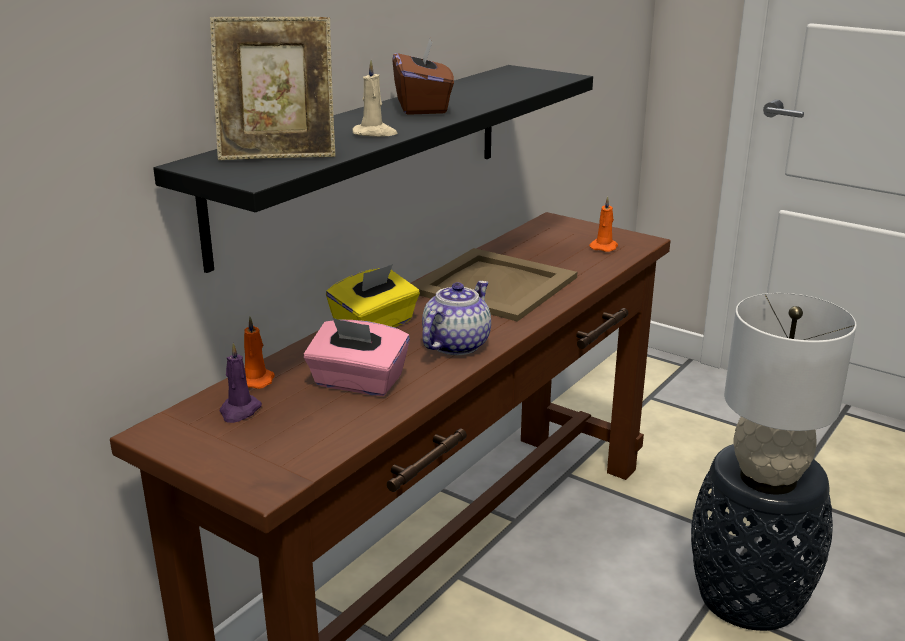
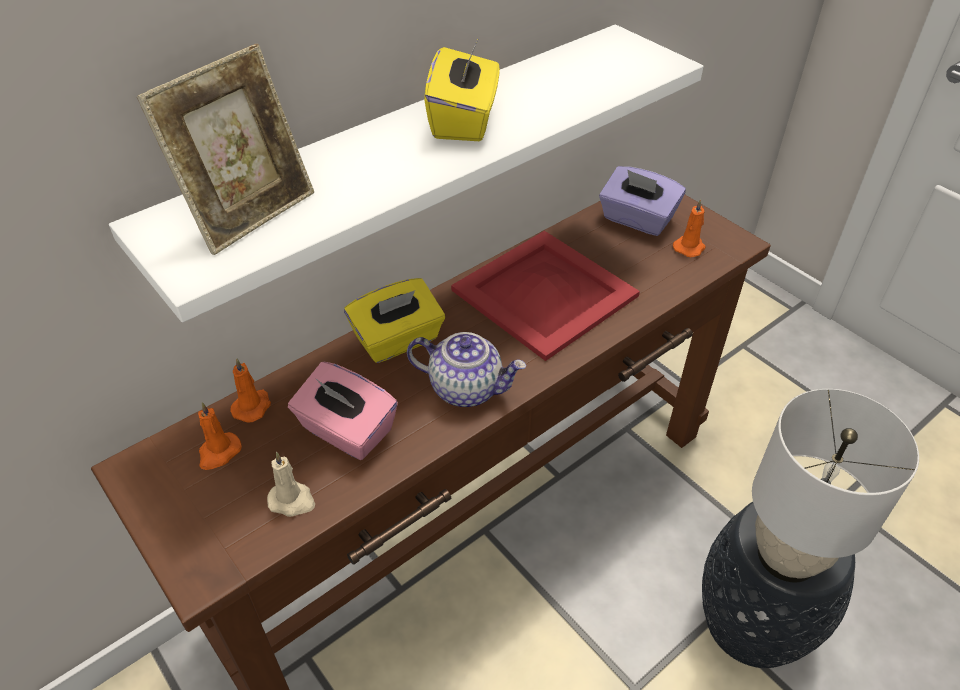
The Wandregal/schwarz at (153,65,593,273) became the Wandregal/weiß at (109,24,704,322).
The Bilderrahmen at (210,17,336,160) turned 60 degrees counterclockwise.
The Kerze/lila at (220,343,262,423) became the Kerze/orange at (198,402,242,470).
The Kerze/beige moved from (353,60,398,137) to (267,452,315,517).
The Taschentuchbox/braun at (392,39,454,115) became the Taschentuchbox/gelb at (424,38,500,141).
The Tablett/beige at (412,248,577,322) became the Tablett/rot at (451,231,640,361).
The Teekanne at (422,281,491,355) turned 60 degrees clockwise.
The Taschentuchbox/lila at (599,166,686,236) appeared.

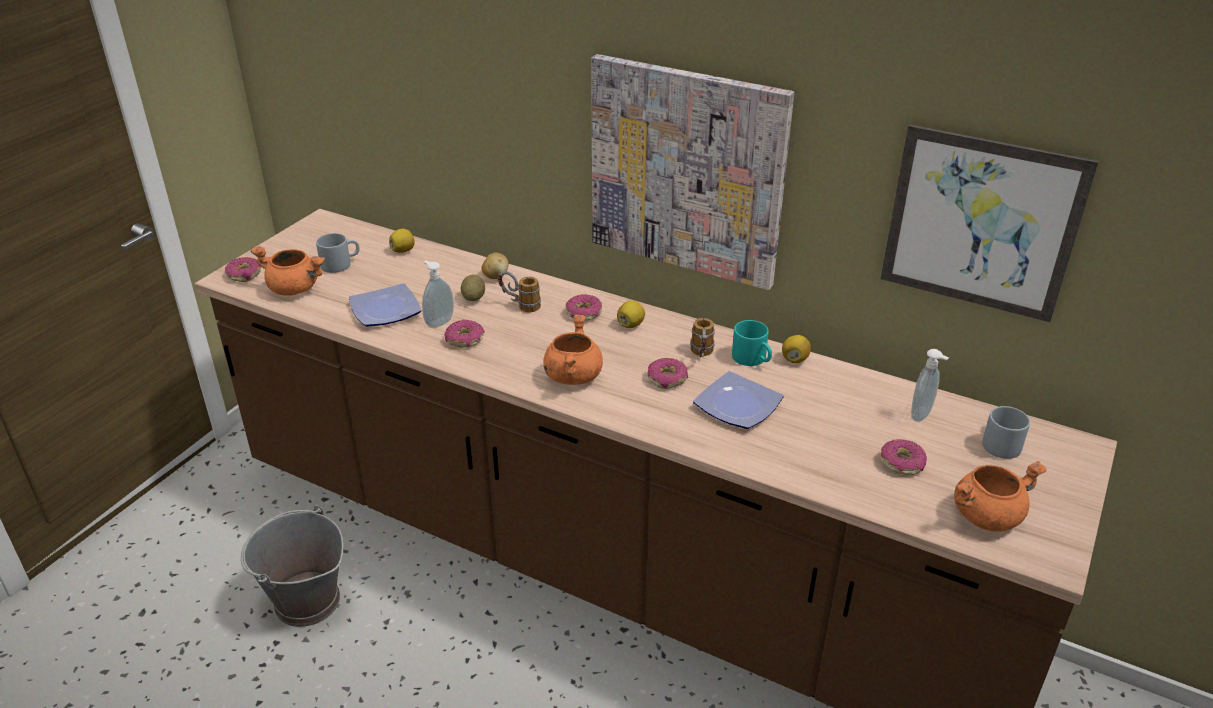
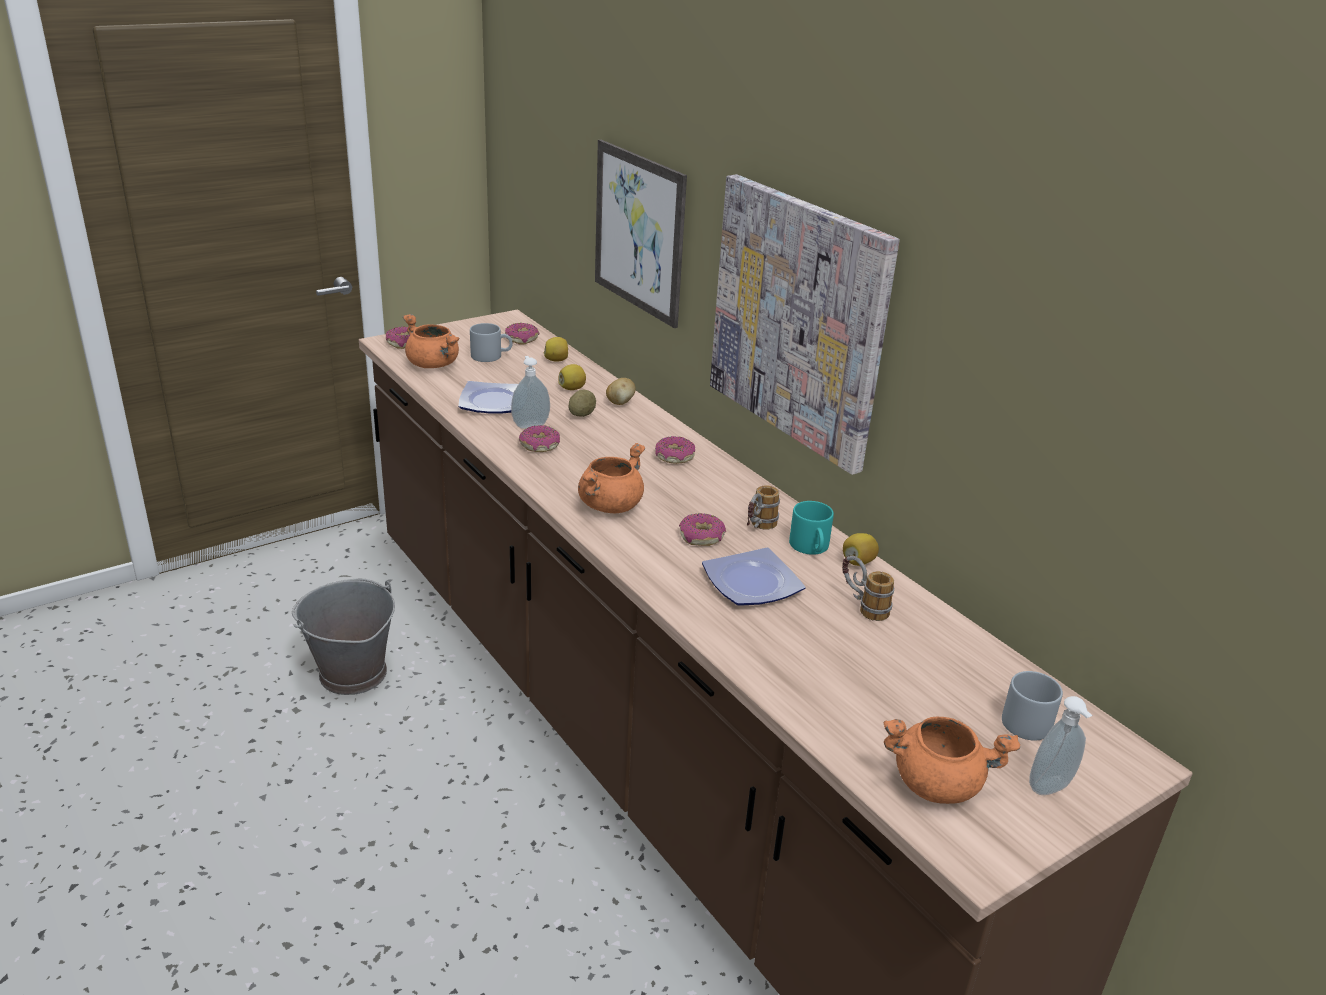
The Henkelbecher moved from (498,271,541,312) to (842,556,894,621).
The Zitrone moved from (617,301,645,328) to (558,364,586,390).
The Bild moved from (881,124,1099,322) to (595,140,687,328).
The Donut moved from (881,439,927,475) to (505,323,539,345).
The Seifenspender moved from (911,349,949,422) to (1029,696,1092,795).

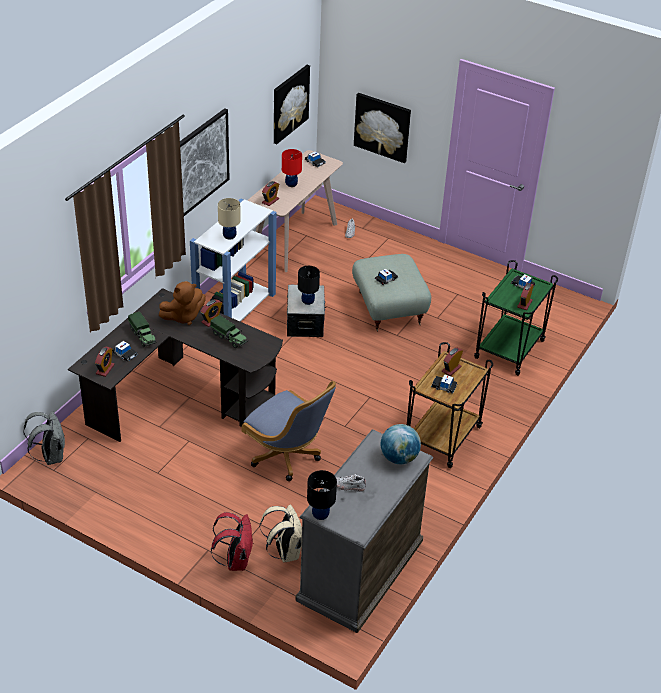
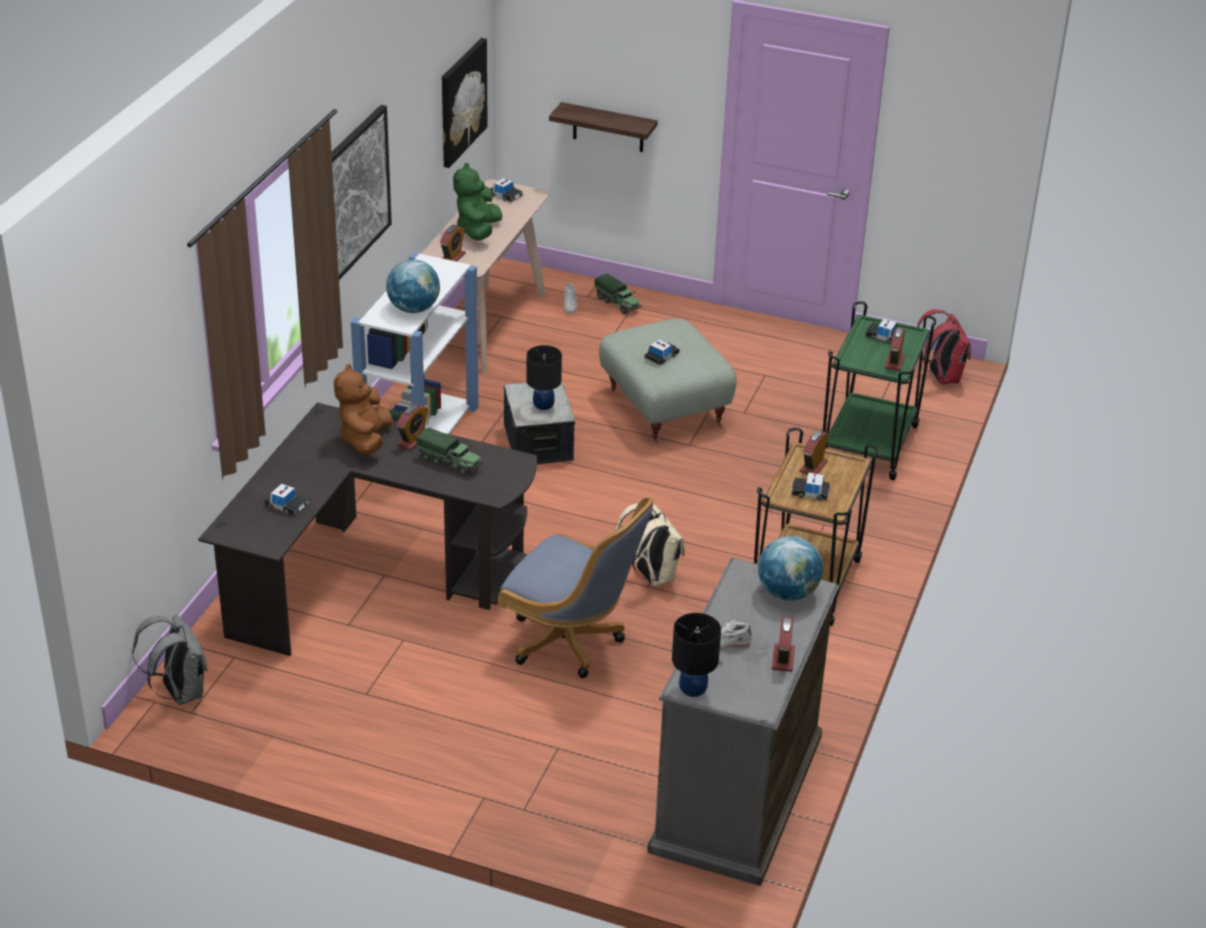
The Wecker moved from (95,347,115,377) to (772,616,795,672).
The Spielzeuglaster moved from (128,312,157,347) to (594,273,642,314).
The Plüschtier/braun at (159,281,206,325) turned 135 degrees clockwise.
The Rucksack/rot moved from (211,512,253,571) to (917,309,971,384).
The Tischlampe/beige at (218,198,241,240) was replaced by the Globus at (386,259,440,313).
The Rucksack/beige moved from (260,505,302,562) to (615,503,684,586).
The Tischlampe/rot at (282,149,302,187) was replaced by the Plüschtier/grün at (453,163,503,241).
The Bild at (354,93,411,163) was replaced by the Wandregal at (549,102,658,152).

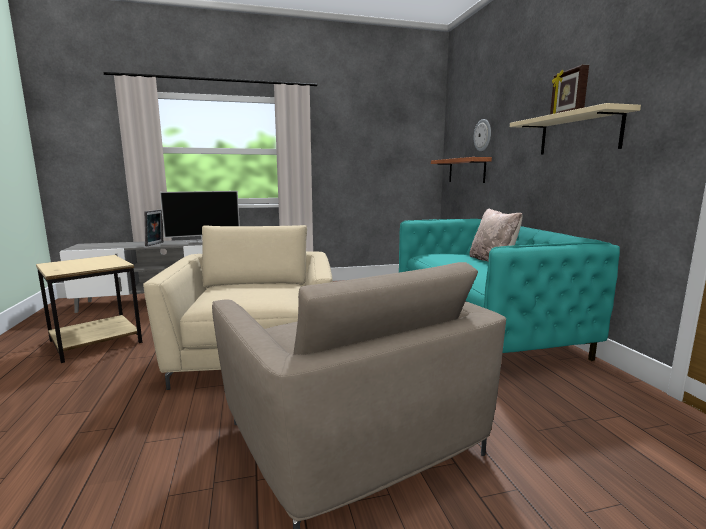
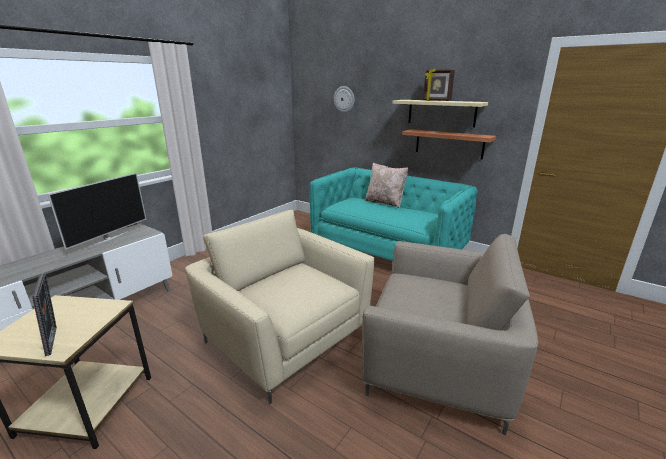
The Bilderrahmen moved from (144,209,163,246) to (32,273,57,356).
The Wandregal moved from (431,157,492,183) to (402,129,496,160).

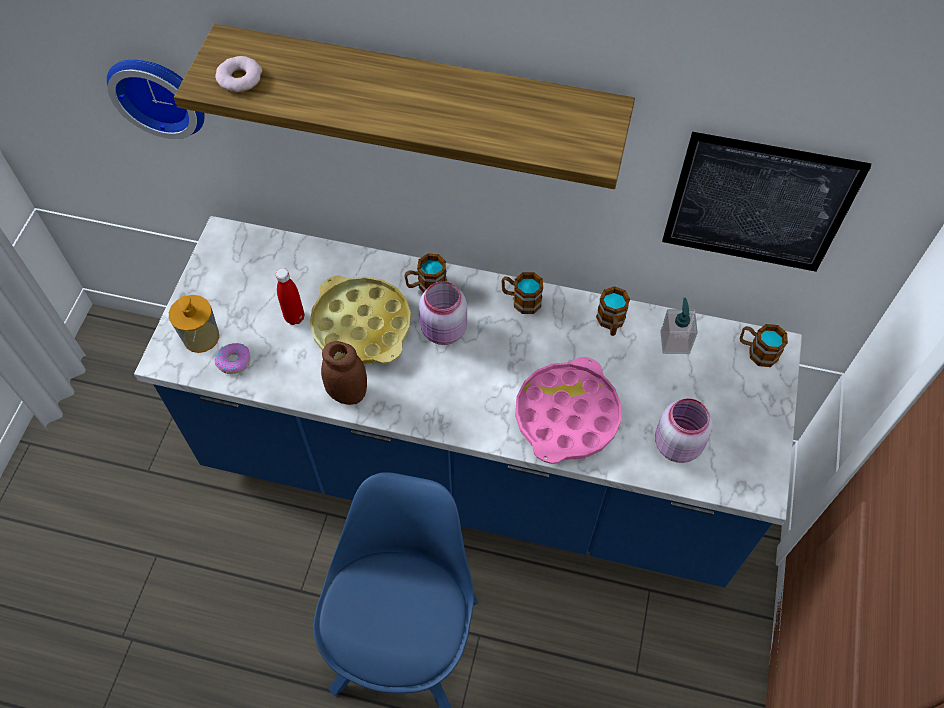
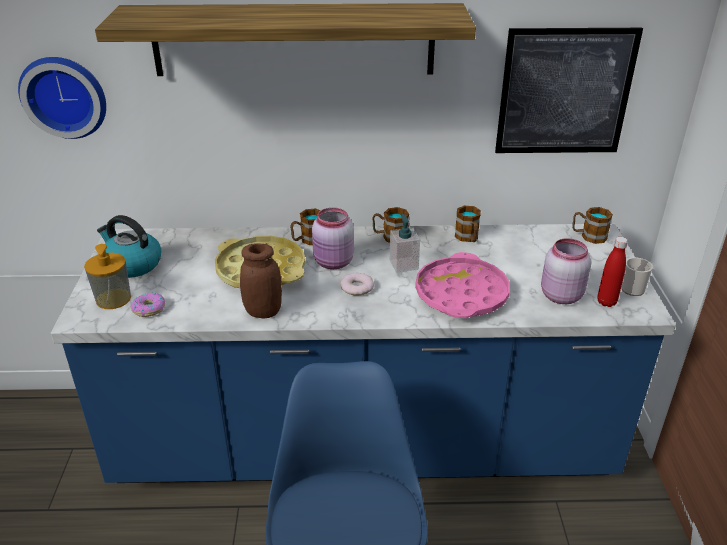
The Donut moved from (215,56,262,92) to (340,273,374,295).
The Flasche/rot moved from (276,268,304,325) to (597,237,628,307).
The Seifenspender moved from (660,298,698,354) to (390,214,420,273).
The Wasserkessel at (97,215,161,278) appeared.
The Henkelbecher at (621,257,653,296) appeared.

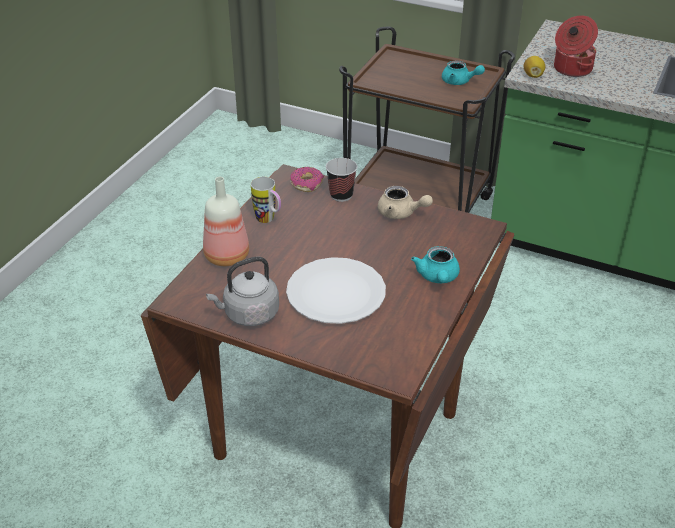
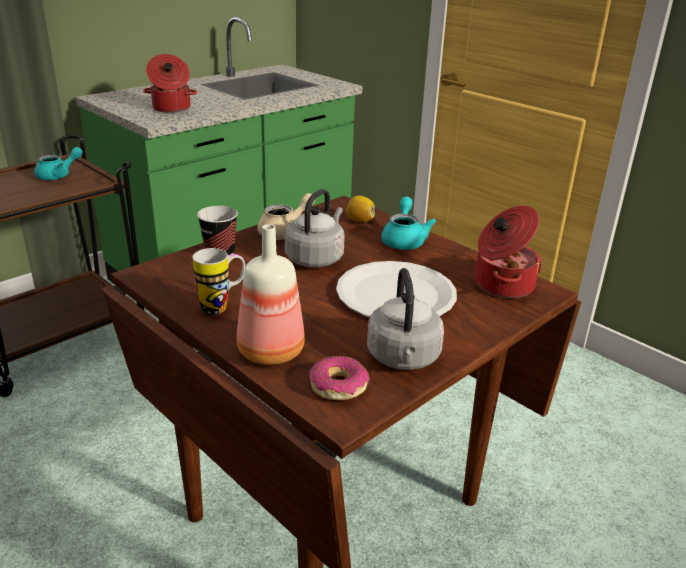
The Donut moved from (290,167,324,192) to (309,356,369,401).
The Teekanne/türkis at (411,246,460,283) turned 105 degrees counterclockwise.
The Zitrone moved from (524,56,545,78) to (346,196,375,222).
The Wasserkessel/grau at (285,189,344,268) appeared.
The Kochtopf at (475,206,543,298) appeared.

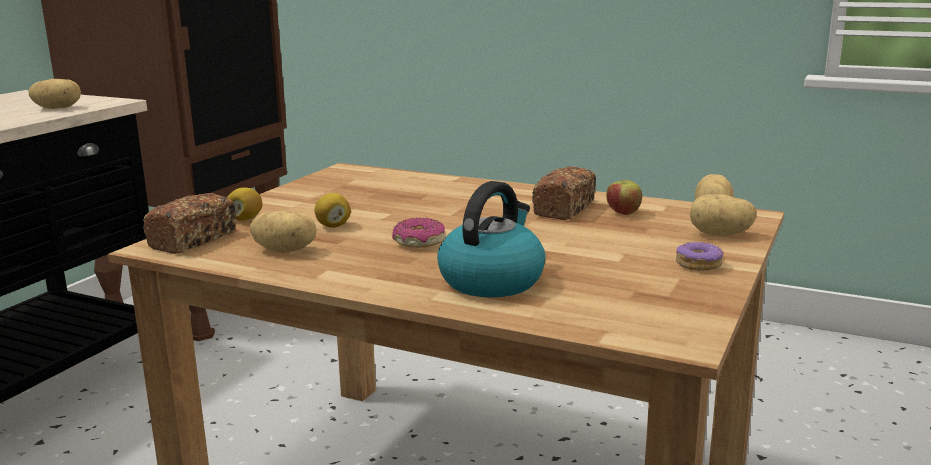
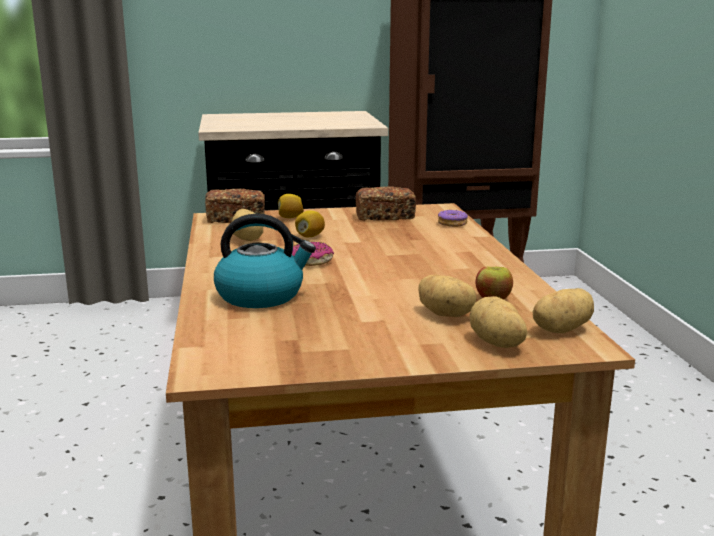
The Kartoffel moved from (28,79,81,109) to (418,275,476,317).
The Brot moved from (532,167,596,220) to (356,186,416,221).
The Donut moved from (676,242,724,271) to (438,210,468,227).

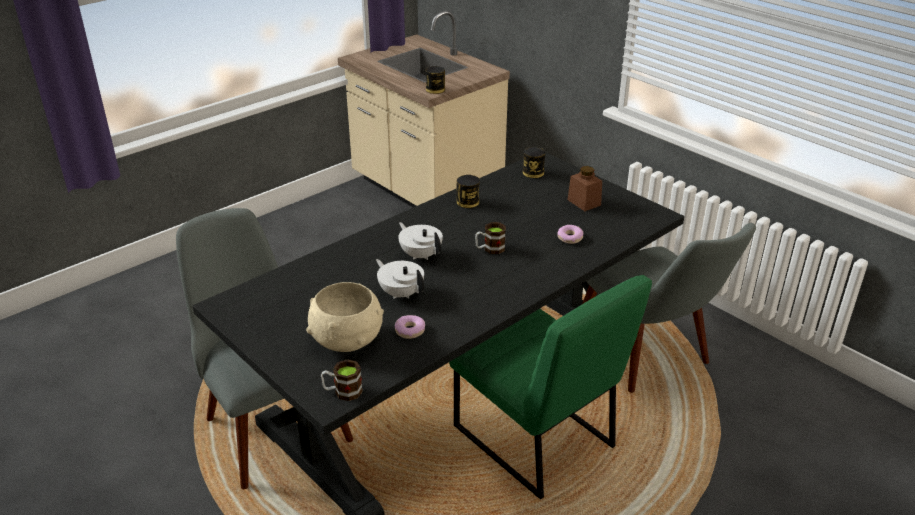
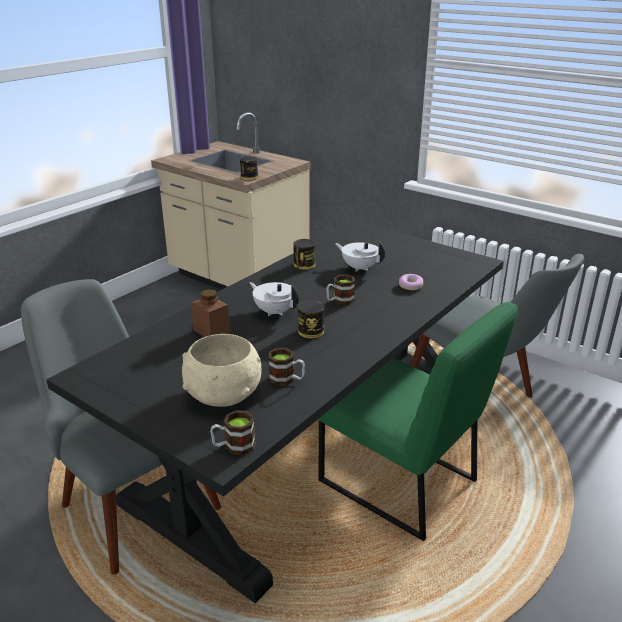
The Teekanne/weiß moved from (376,259,424,299) to (335,242,385,272).
The Donut at (395,315,425,339) was replaced by the Henkelbecher at (269,348,305,386).
The Dose moved from (523,147,546,178) to (298,300,325,339).
The Vorratsglas/braun moved from (567,166,602,211) to (192,289,231,337).

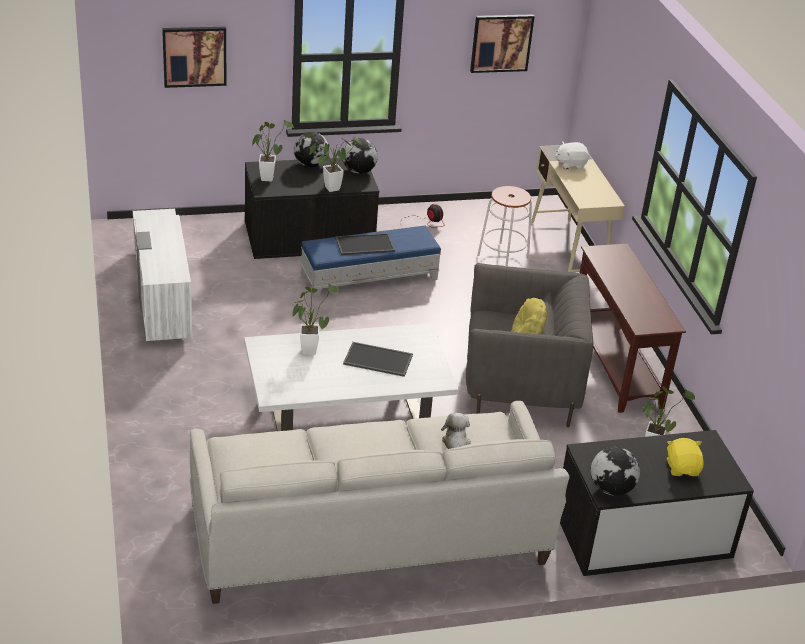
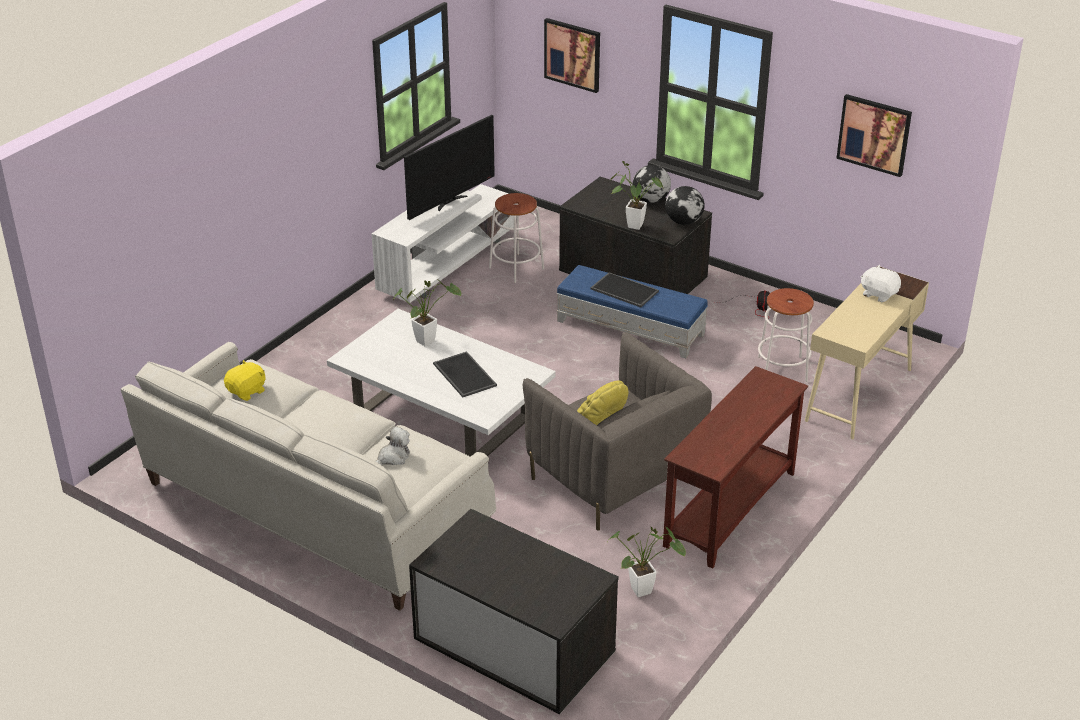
The Topfpflanze at (252,120,294,182) disappeared.
The Globus at (590,447,640,496) disappeared.
The Plüschtier/gelb moved from (667,438,704,476) to (224,360,266,401).
The Fernseher at (404,115,495,220) appeared.
The Hocker/weiß at (489,193,544,283) appeared.

